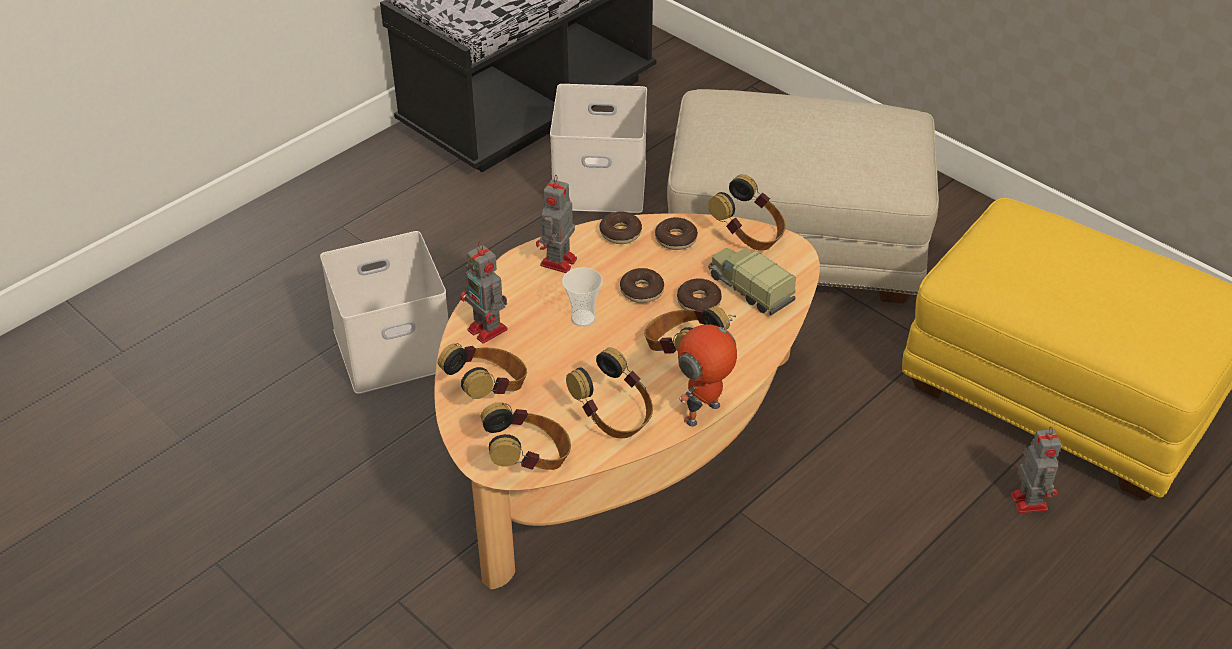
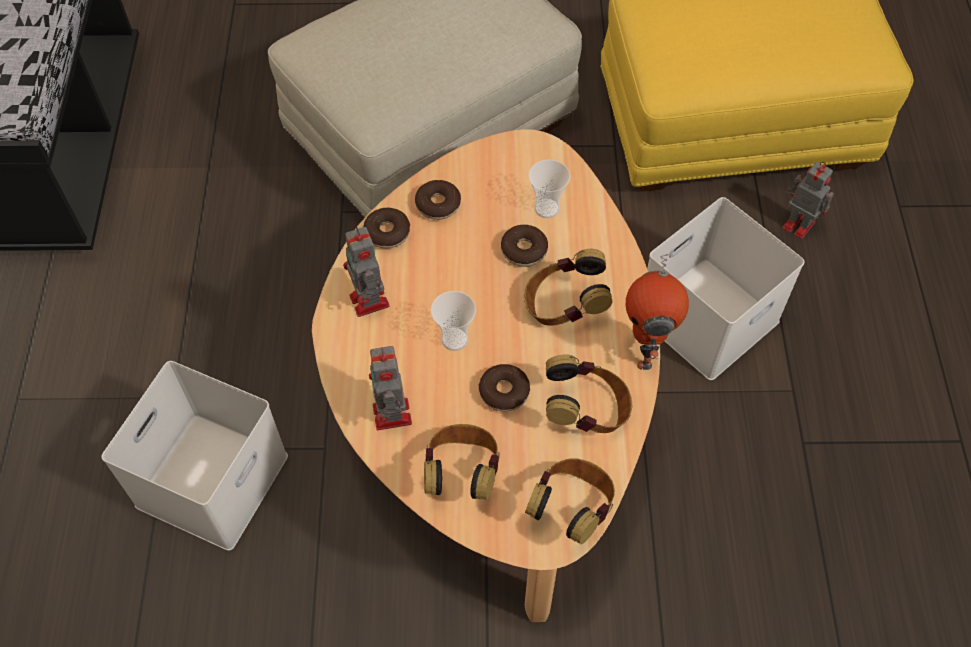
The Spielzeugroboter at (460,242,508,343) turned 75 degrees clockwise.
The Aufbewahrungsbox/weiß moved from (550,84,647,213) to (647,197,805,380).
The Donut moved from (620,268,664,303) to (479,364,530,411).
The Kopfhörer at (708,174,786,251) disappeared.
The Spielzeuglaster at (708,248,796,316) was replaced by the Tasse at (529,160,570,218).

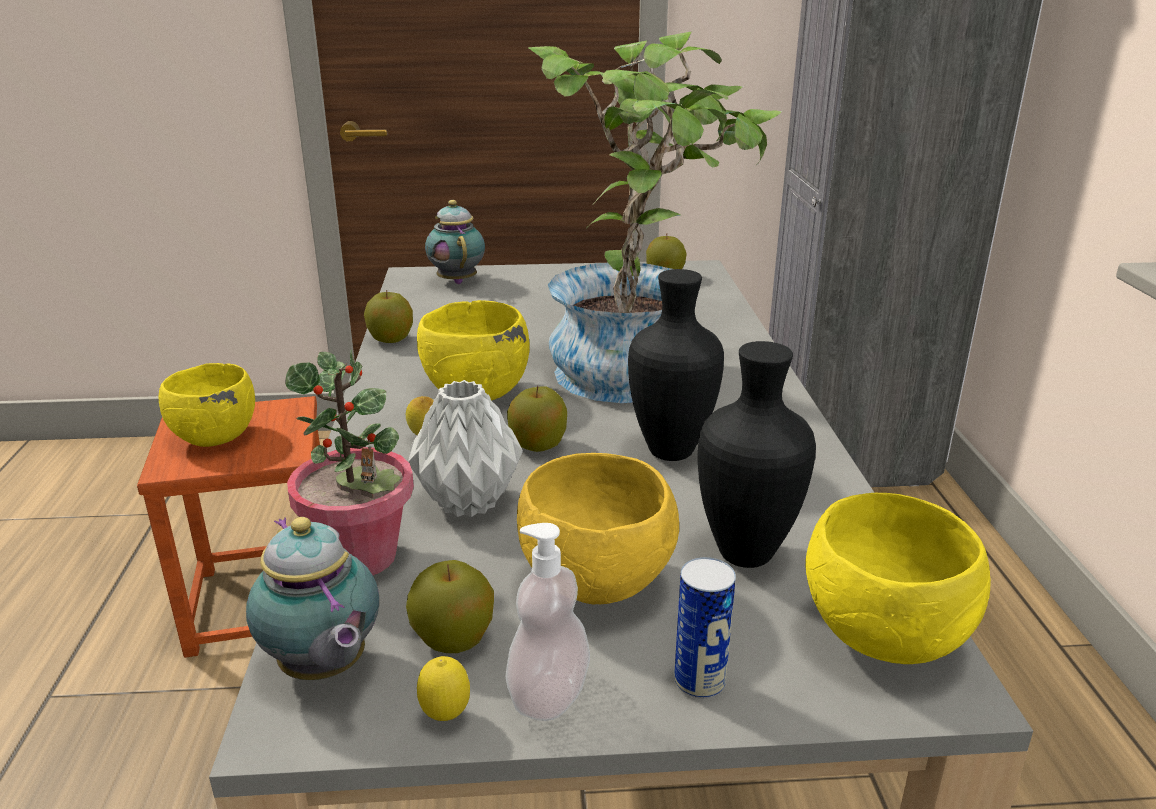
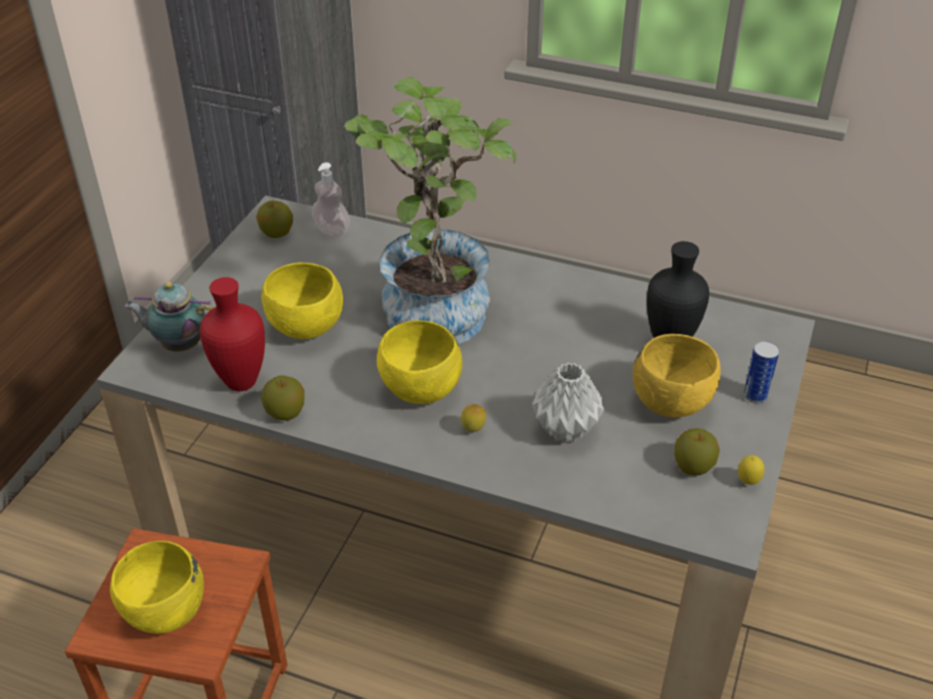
The Teekanne at (246,517,379,680) disappeared.
The Topfpflanze at (285,350,414,575) disappeared.
The Seifenspender moved from (505,523,590,721) to (312,162,350,238).
The Apfel at (507,386,567,452) disappeared.
The Vase/schwarz at (628,269,724,461) disappeared.
The Schüssel/gelb moved from (805,493,991,664) to (261,263,343,339).
The Vase/rot at (200,277,265,391) appeared.

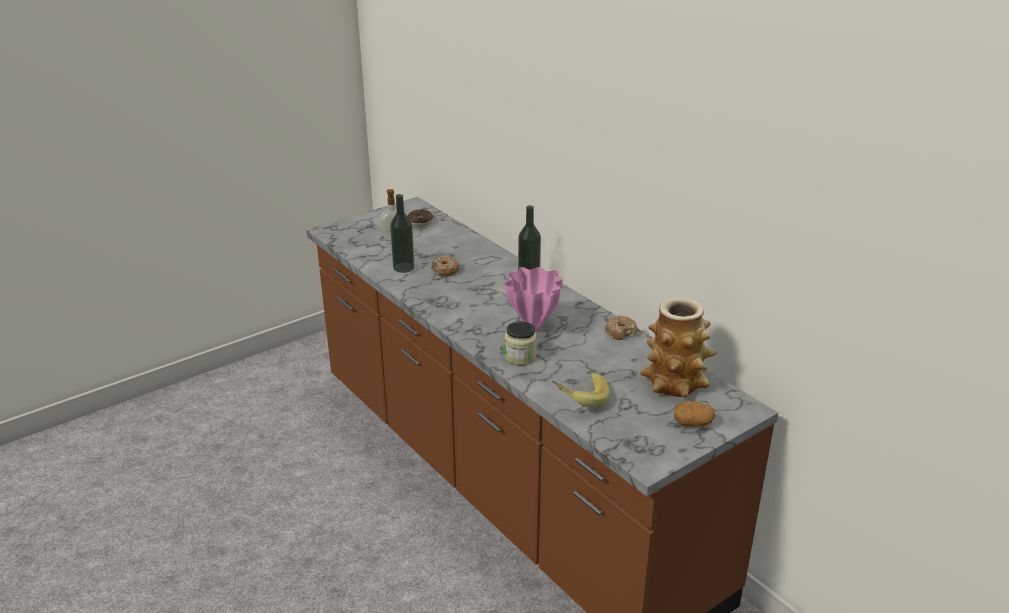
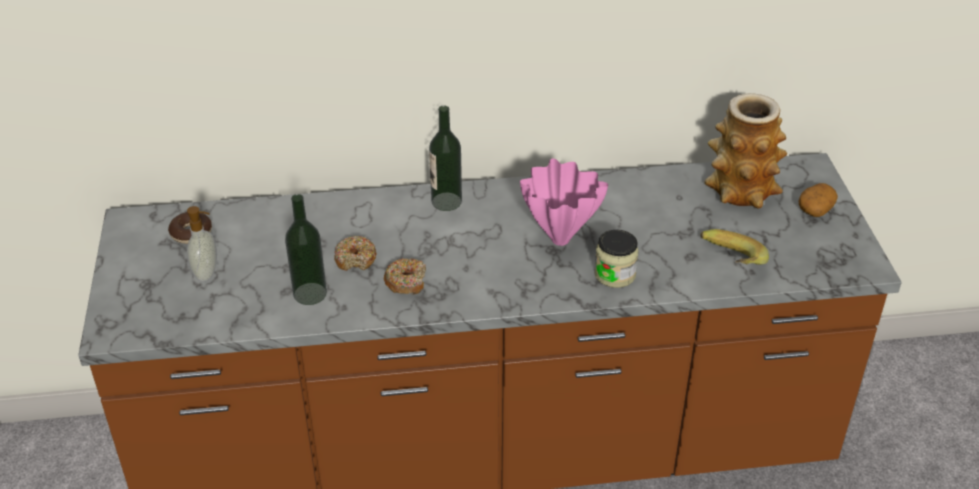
The Donut moved from (605,316,638,340) to (383,258,426,295).

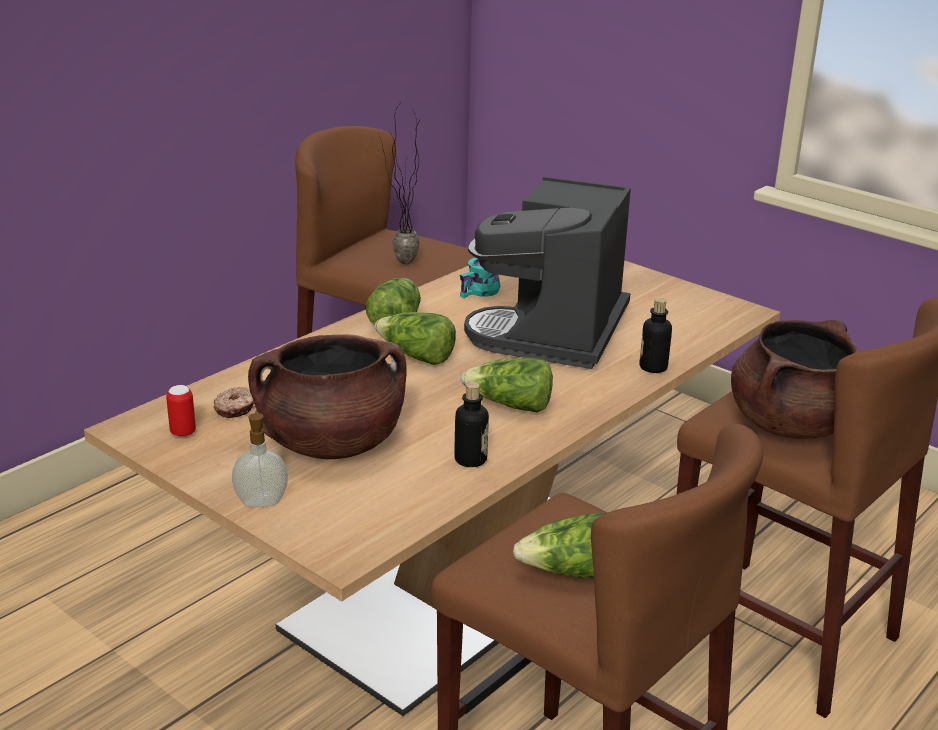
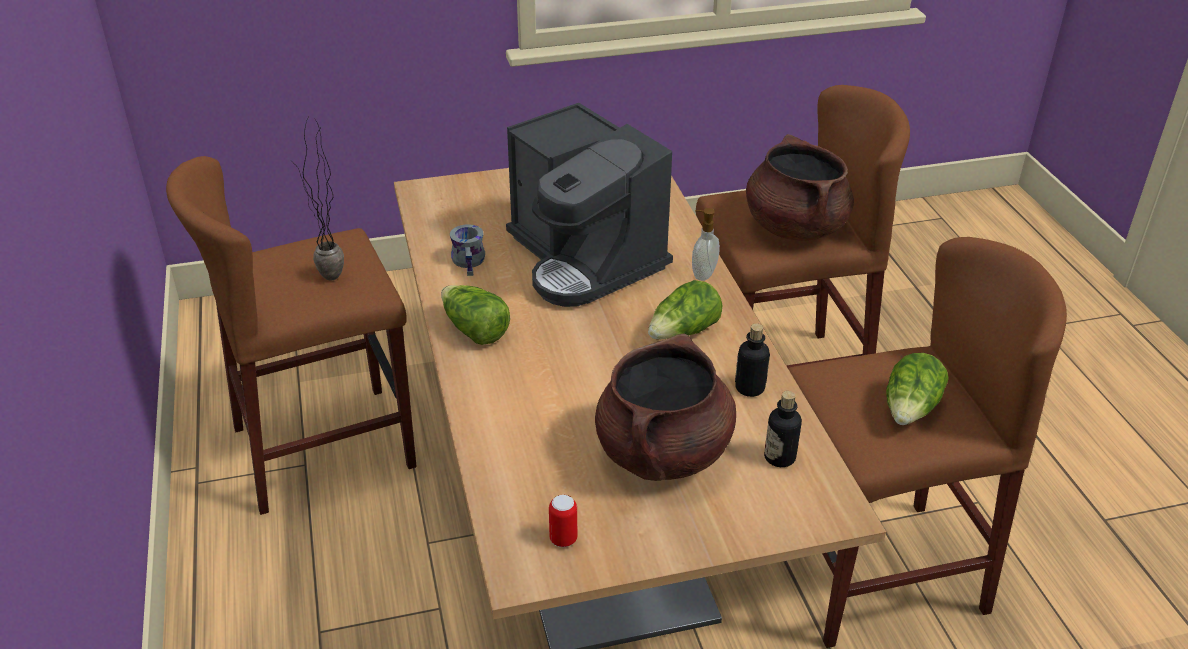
The Donut at (213,387,254,418) disappeared.
The Seifenspender moved from (232,411,288,507) to (692,208,720,281).
The Salatkopf at (375,312,456,365) disappeared.
The Henkelbecher/türkis at (460,257,501,298) became the Henkelbecher/grau at (450,224,485,276).
The Flasche moved from (639,298,672,373) to (764,391,802,467).

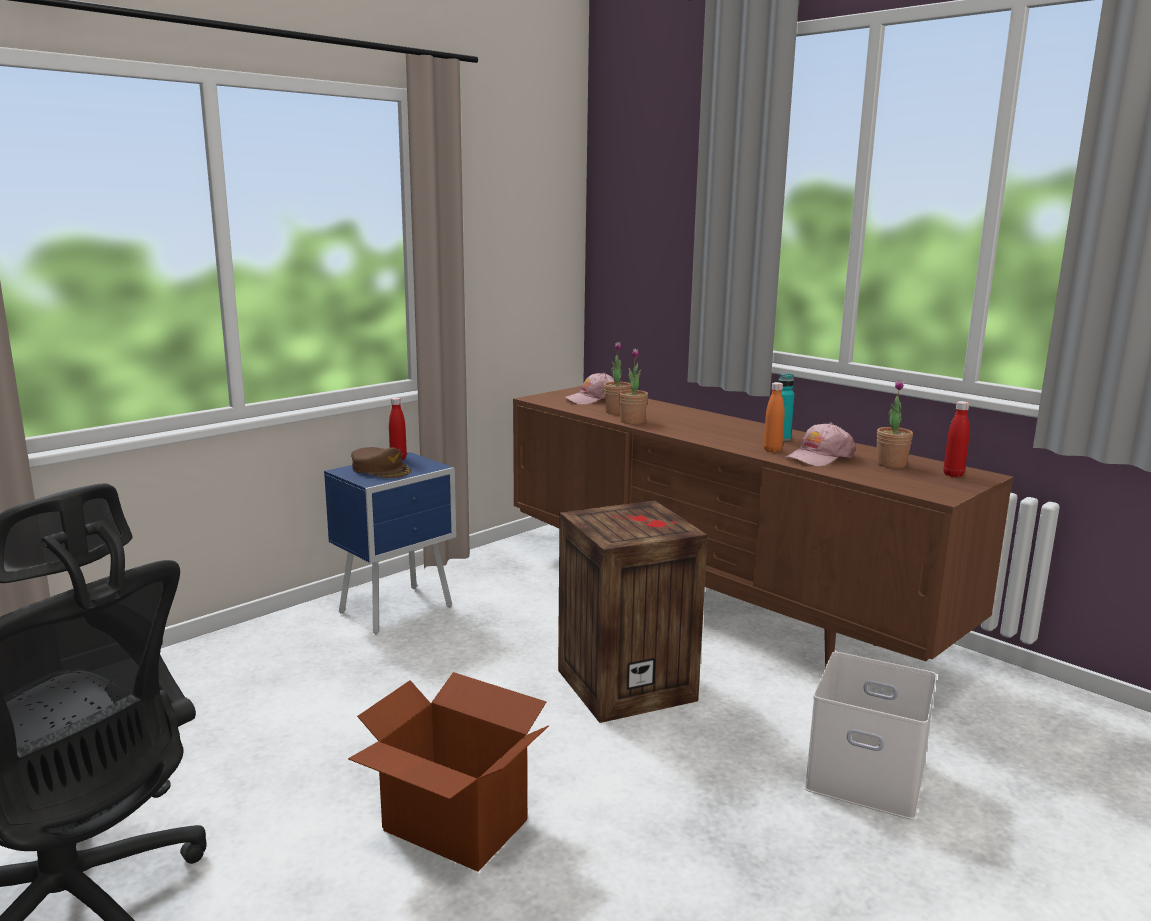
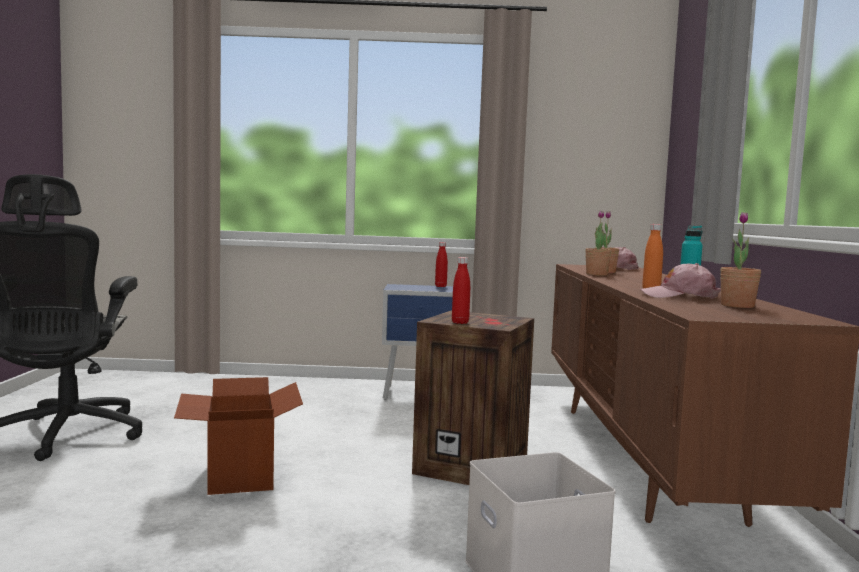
The Kappe/braun at (351,447,411,478) disappeared.
The Flasche/rot moved from (943,401,970,477) to (452,257,470,324).

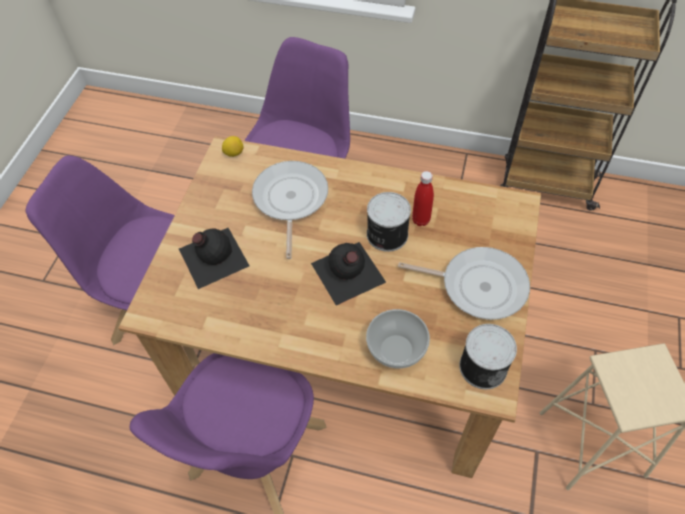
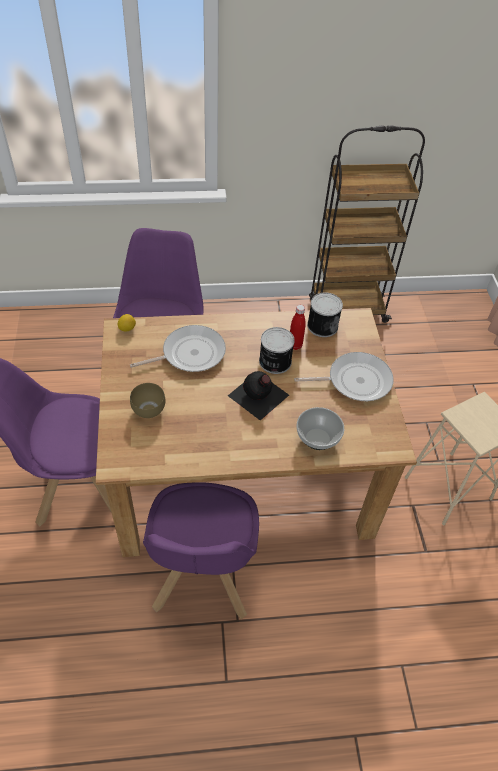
The Flasche/schwarz at (179,228,250,289) was replaced by the Schüssel/braun at (130,383,166,418).
The Pfanne at (252,161,328,259) turned 90 degrees clockwise.
The Dose moved from (459,324,517,389) to (307,292,343,337).

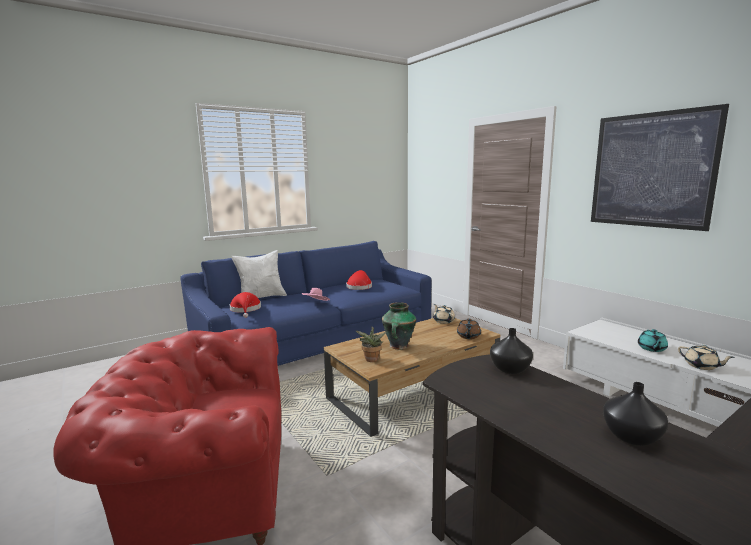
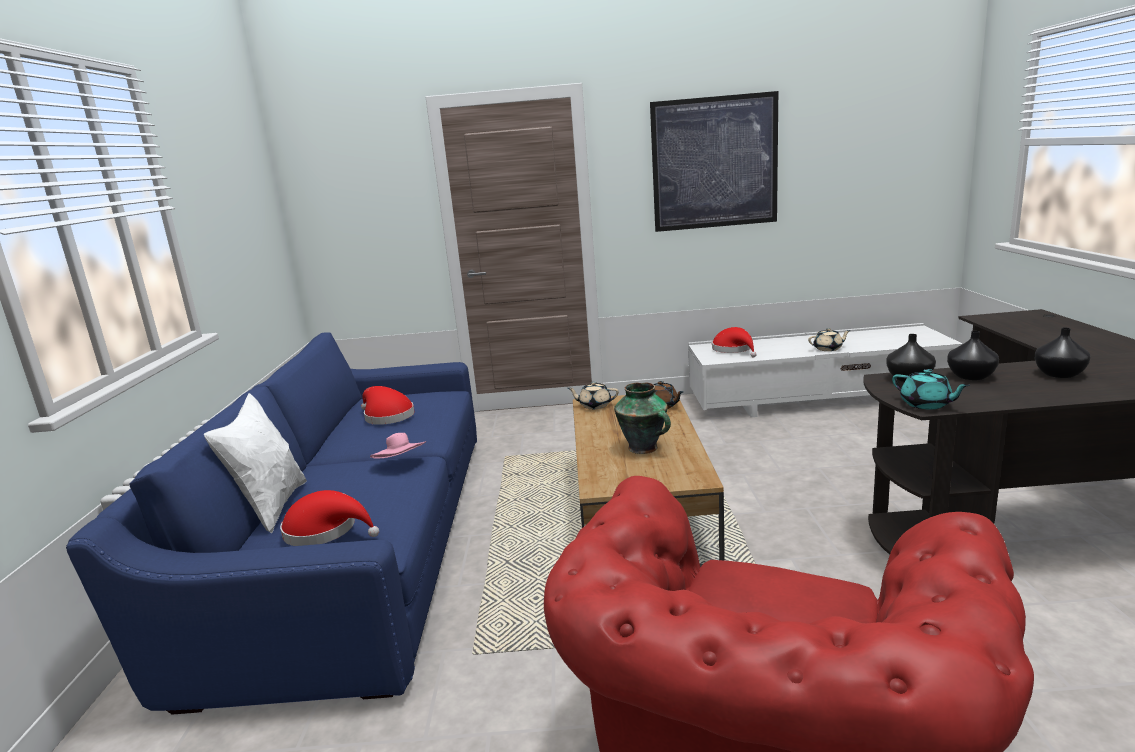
The Topfpflanze at (356,327,387,362) disappeared.
The Teekanne/türkis moved from (638,329,668,352) to (892,369,970,409).
The Hut/rot at (712,327,757,357) appeared.
The Vase/schwarz at (947,331,999,380) appeared.

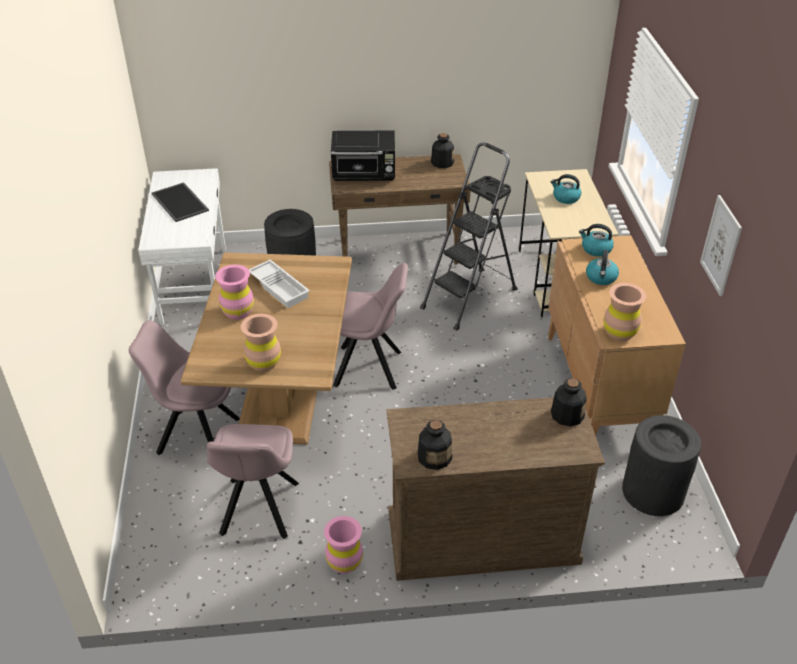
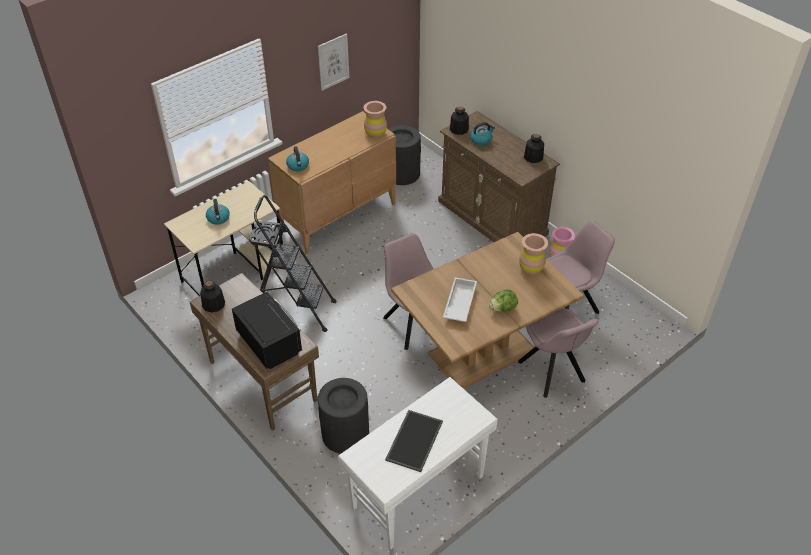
The Vase/rosa at (215,265,254,320) was replaced by the Salatkopf at (489,289,518,312).
The Wasserkessel moved from (586,250,619,285) to (470,122,495,145).

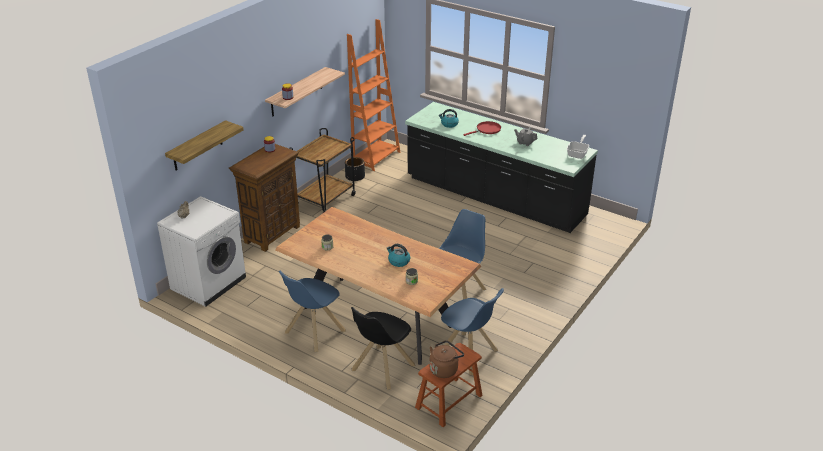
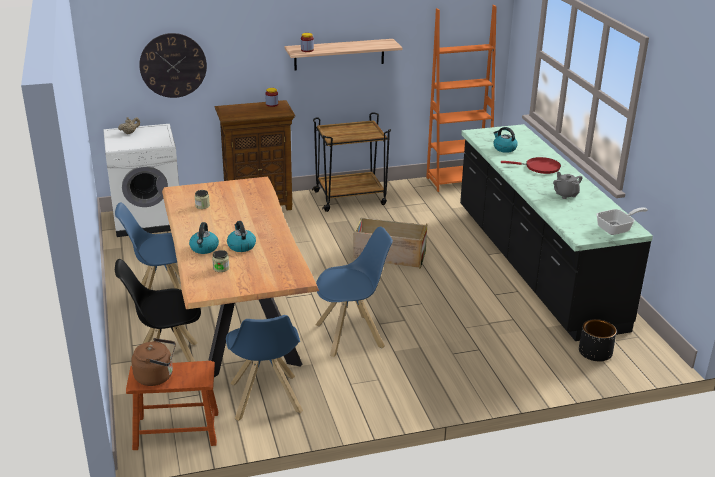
The Wandregal at (165,120,244,170) was replaced by the Wanduhr at (139,33,207,98).
The Pflanzkübel/schwarz moved from (345,157,365,181) to (579,319,617,362).
The Wasserkessel at (189,222,219,254) appeared.
The Kiste at (353,218,427,269) appeared.

